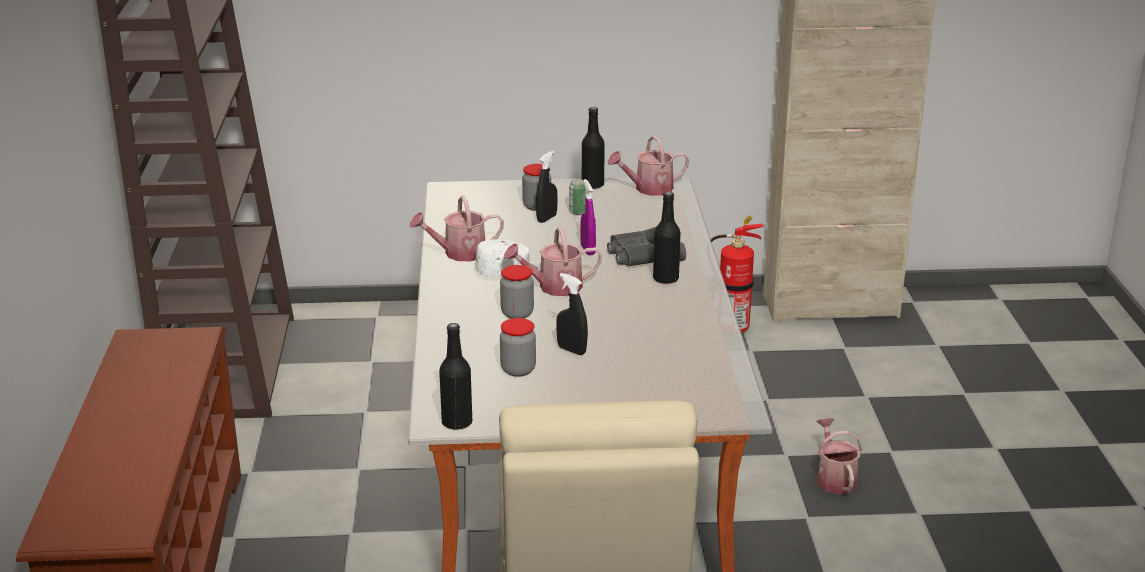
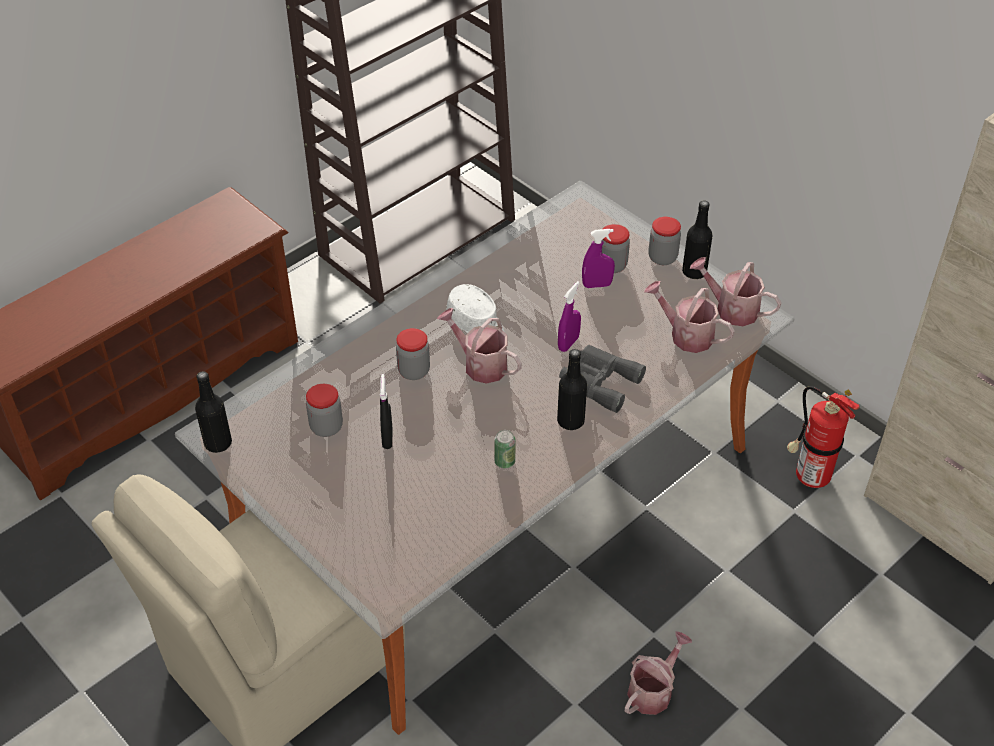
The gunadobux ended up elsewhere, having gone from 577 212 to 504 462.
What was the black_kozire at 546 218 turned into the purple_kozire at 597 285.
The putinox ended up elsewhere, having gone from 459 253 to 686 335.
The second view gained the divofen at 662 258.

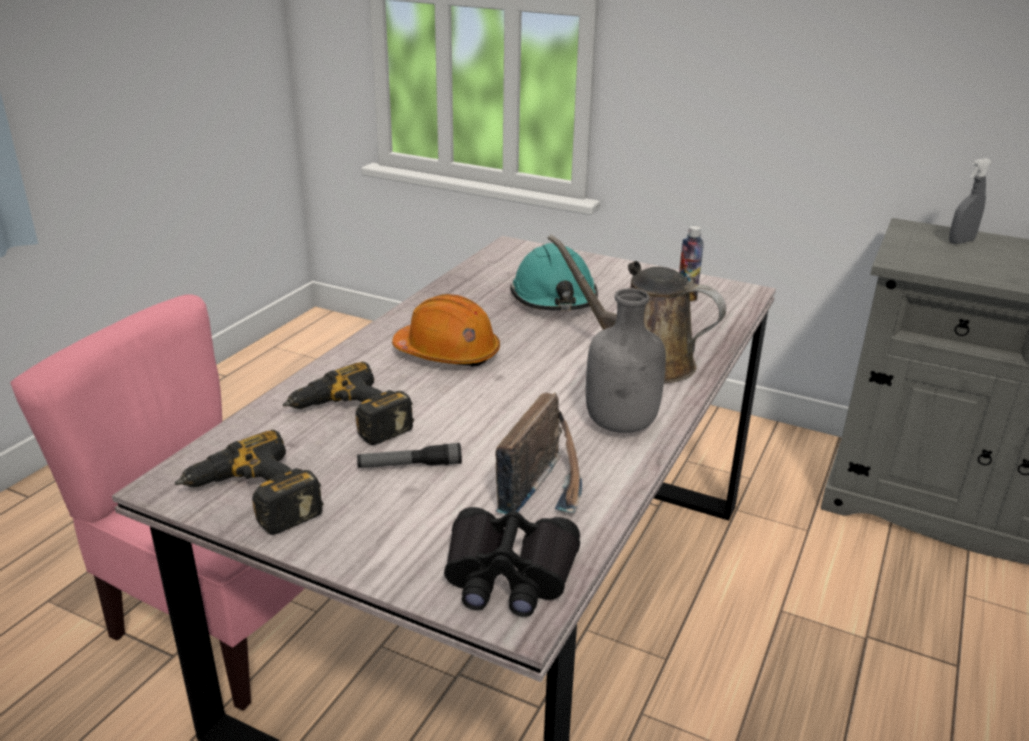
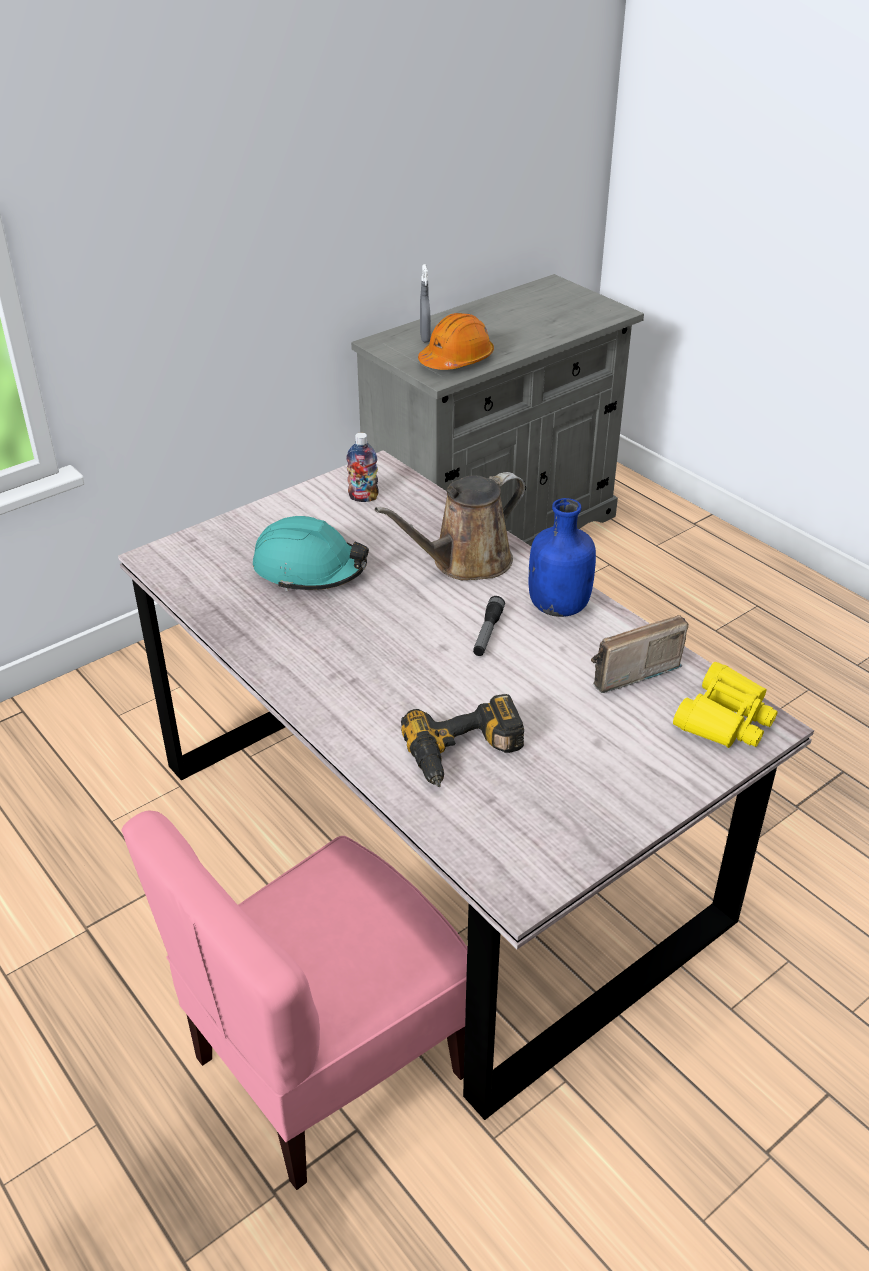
The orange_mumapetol ended up elsewhere, having gone from 447 353 to 456 360.
The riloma ended up elsewhere, having gone from 409 465 to 487 633.
What was the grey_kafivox at 622 424 turned into the blue_kafivox at 559 606.
The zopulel at 546 486 ended up facing another way, 75 degrees counterclockwise from before.
What was the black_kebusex at 508 575 turned into the yellow_kebusex at 725 719.
The second view lost the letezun at 251 499.

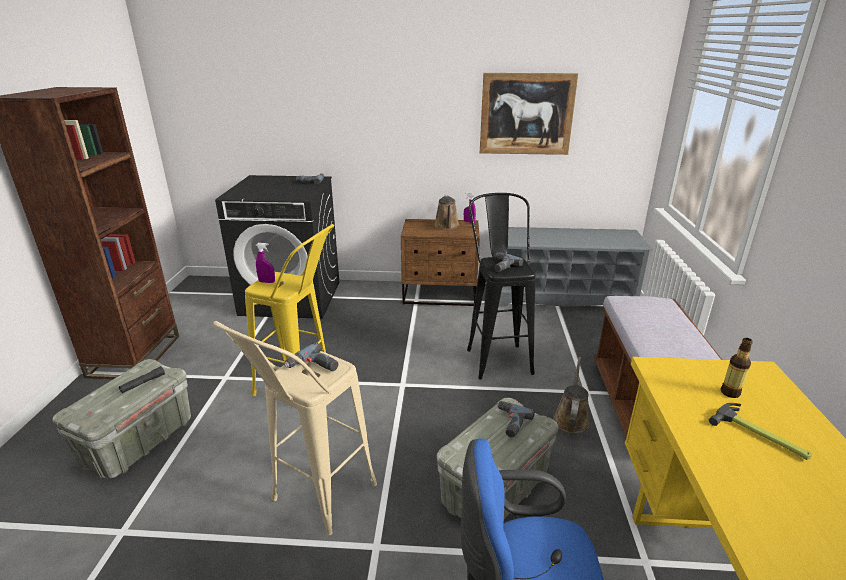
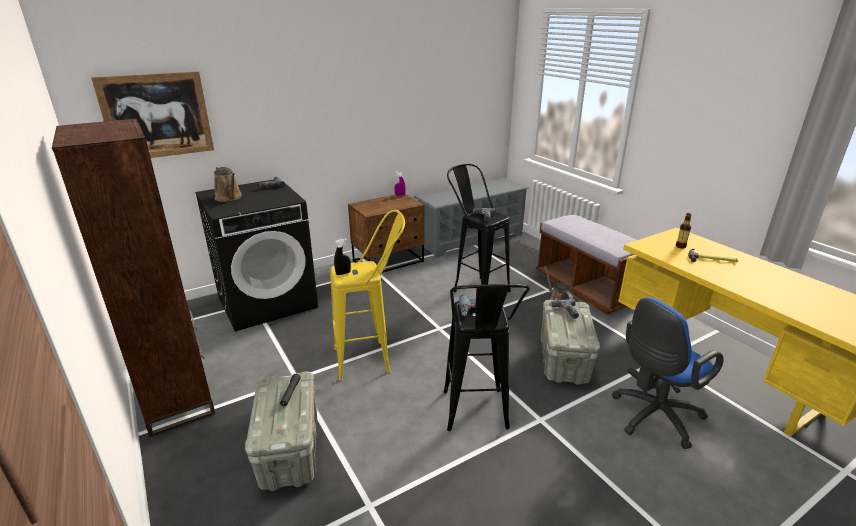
The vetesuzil ended up elsewhere, having gone from 526 114 to 157 116.
The brown_putinox ended up elsewhere, having gone from 447 226 to 229 198.
What was the purple_kozire at 267 282 turned into the black_kozire at 343 273.
What was the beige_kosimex at 314 503 turned into the black_kosimex at 476 418.

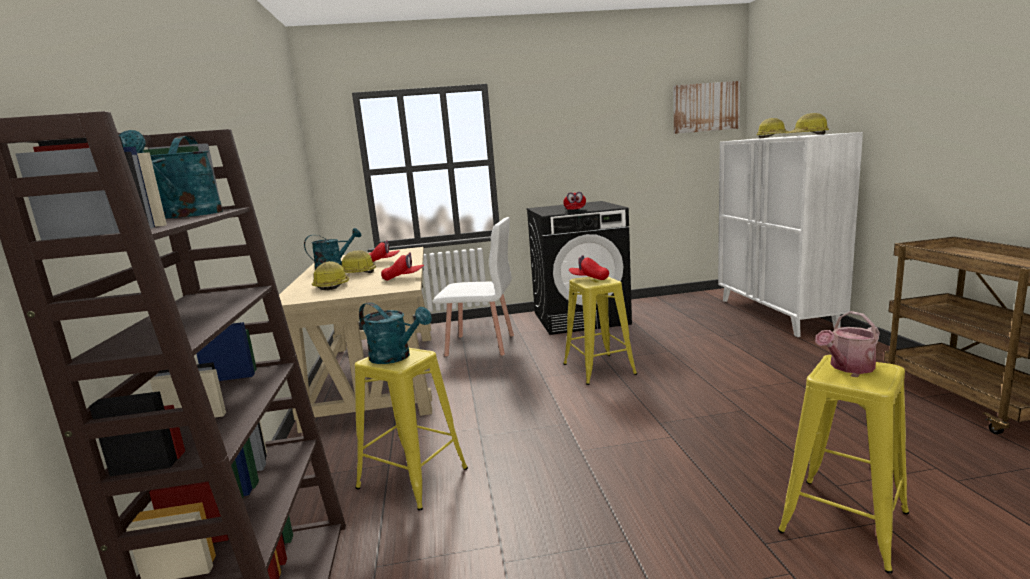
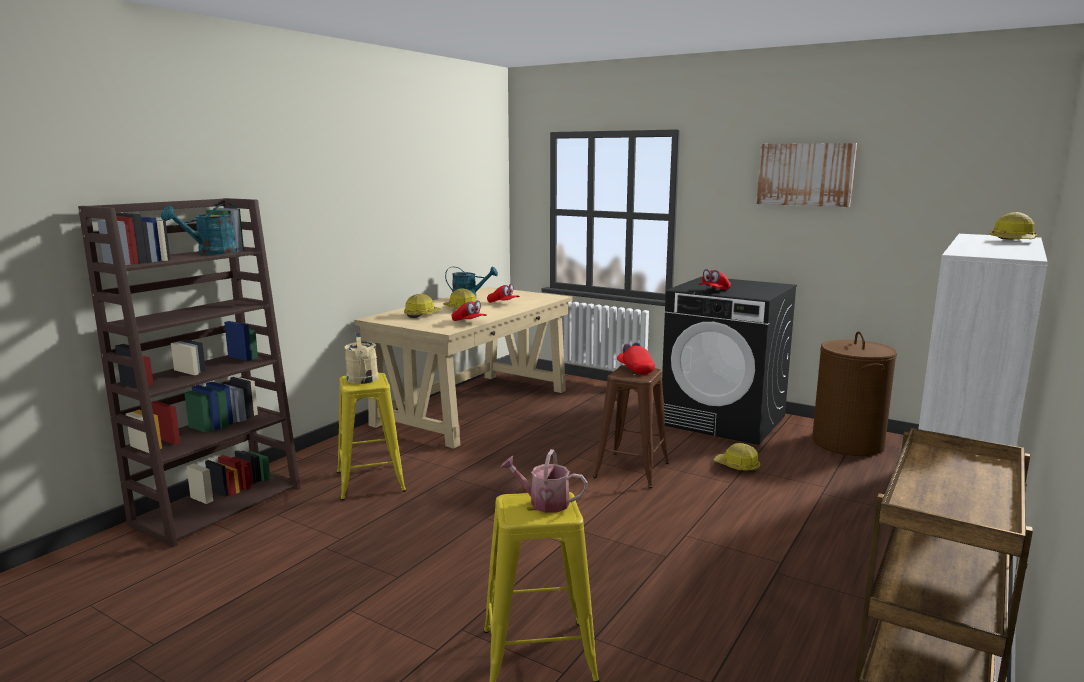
What was the turquoise_putinox at 396 357 turned into the beige_putinox at 363 381.
What was the yellow_kosimex at 598 369 turned into the brown_kosimex at 631 470.
The mumapetol ended up elsewhere, having gone from 807 135 to 737 466.
The vetesuzil ended up elsewhere, having gone from 705 107 to 805 174.
The second view gained the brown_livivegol at 848 443.
The second view lost the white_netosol at 481 345.

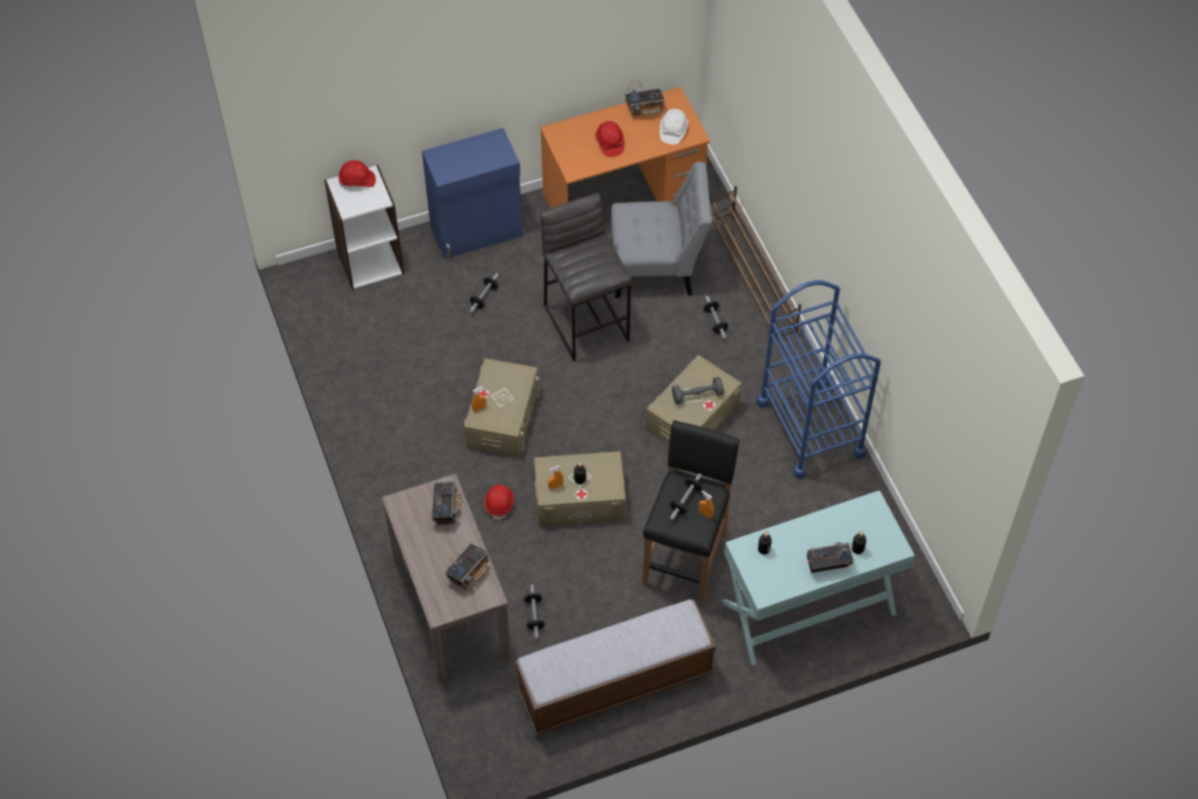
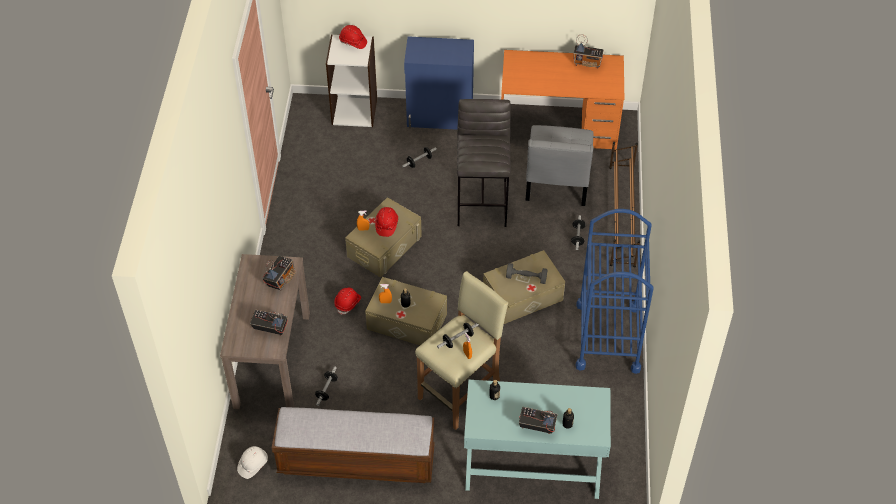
The white_mumapetol ended up elsewhere, having gone from 673 131 to 252 465.
The zopulel at 469 573 ended up facing another way, 135 degrees counterclockwise from before.
The red_mumapetol ended up elsewhere, having gone from 609 143 to 386 225.
What was the black_kosimex at 686 557 turned into the beige_kosimex at 461 393.
The grey_netosol at 658 267 ended up facing another way, 75 degrees clockwise from before.

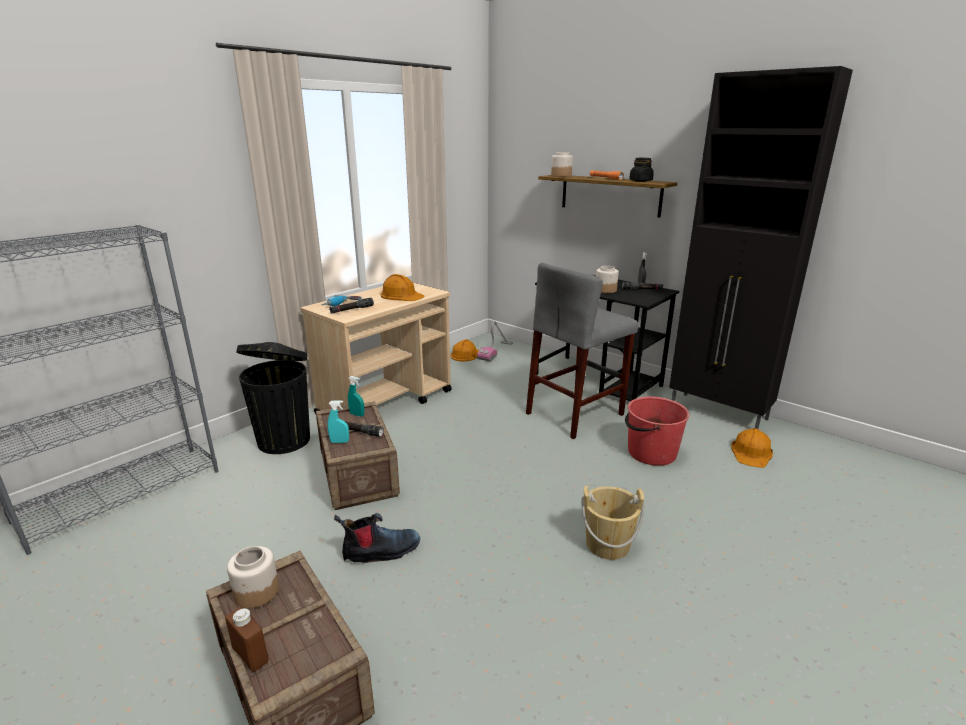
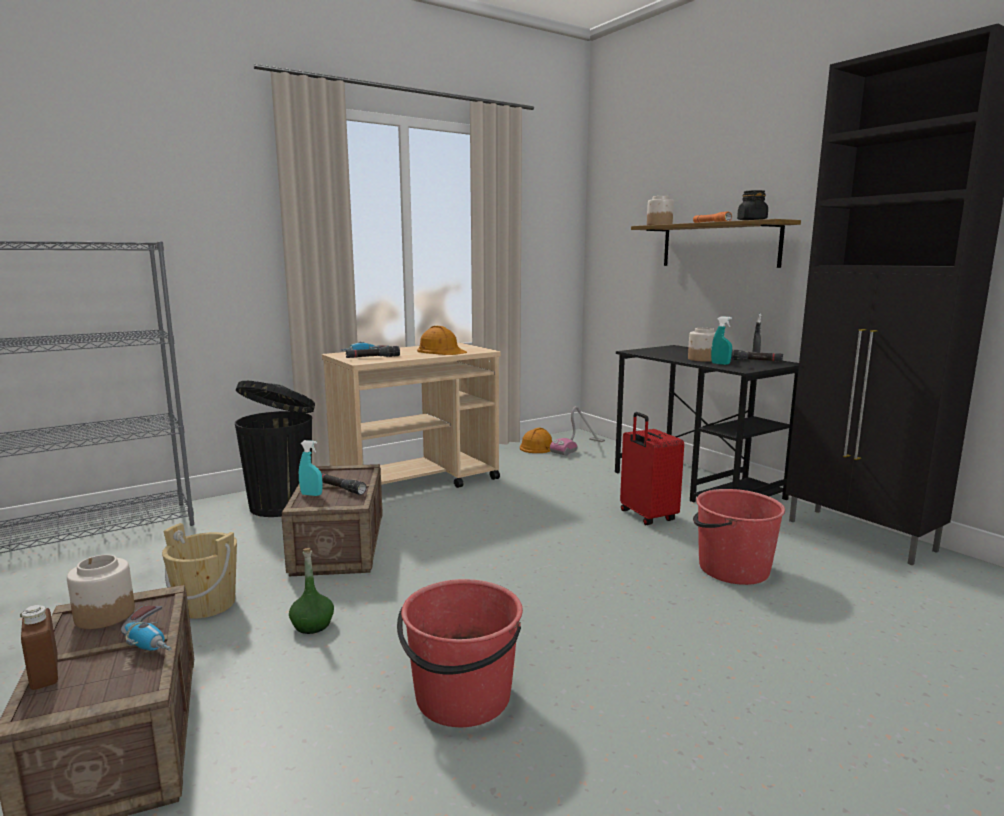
The second view gained the letezun at 154 639.
The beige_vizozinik ended up elsewhere, having gone from 607 544 to 206 604.
Where the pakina stood at 381 552, the green_kafivox came to stand at 312 625.
The second view gained the red_vizozinik at 462 697.
Where the grey_kosimex stood at 575 414, the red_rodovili came to stand at 646 516.
The turquoise_kozire ended up elsewhere, having gone from 357 414 to 720 364.
The second view lost the orange_mumapetol at 751 452.

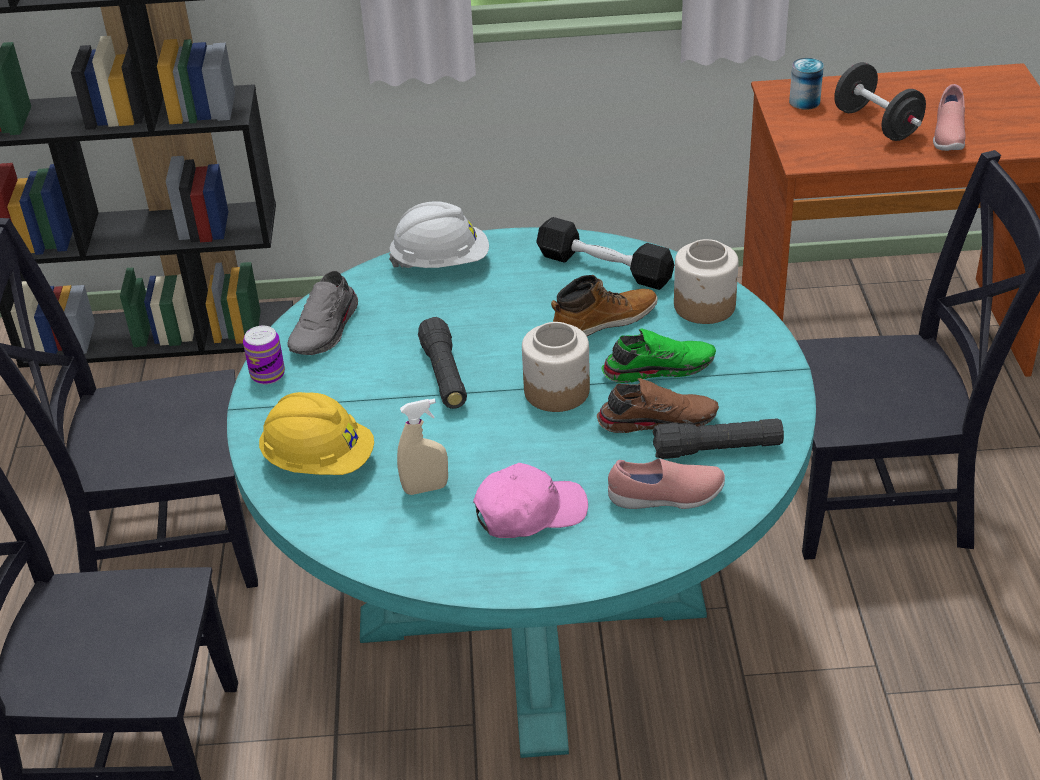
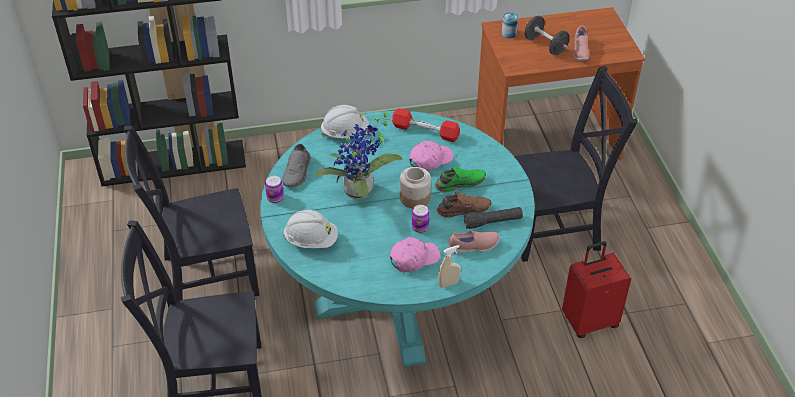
What was the yellow_mumapetol at 319 461 turned into the white_mumapetol at 311 240.
Where the black_riloma stood at 444 375, the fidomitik came to stand at 360 193.
What was the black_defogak at 604 268 turned into the red_defogak at 425 131.
Where the pakina stood at 603 321, the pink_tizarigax came to stand at 430 160.
The second view gained the gunadobux at 420 227.
The beige_kozire ended up elsewhere, having gone from 425 488 to 448 283.
The second view gained the red_rodovili at 589 321.
The second view lost the divofen at 705 305.

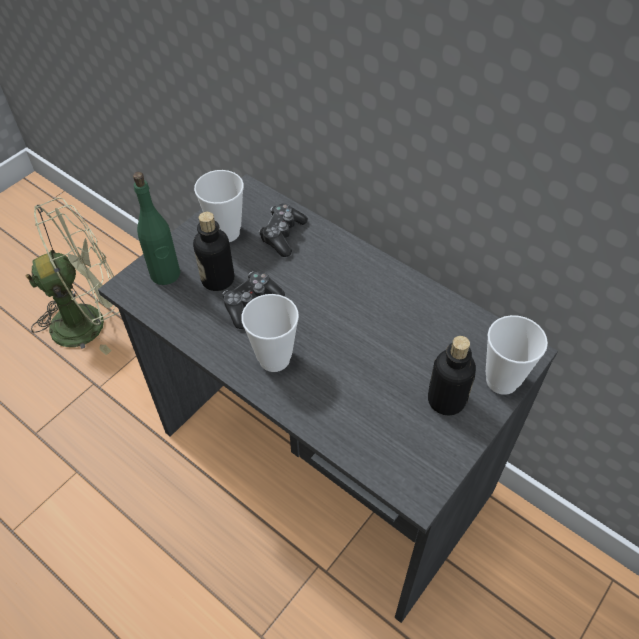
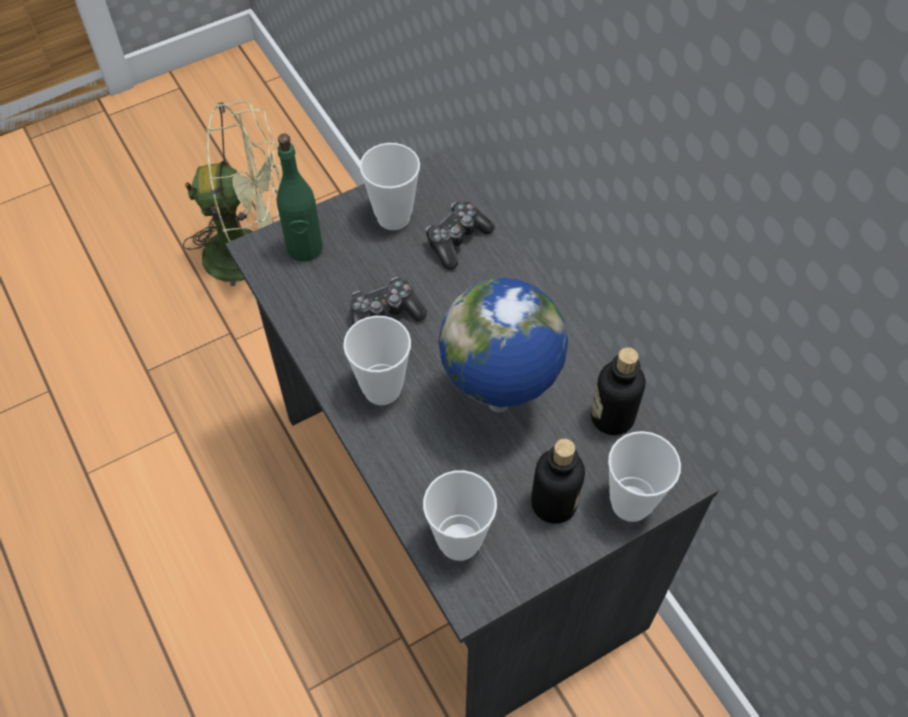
The second view gained the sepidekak at 459 541.
The second view gained the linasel at 500 406.
The kafivox ended up elsewhere, having gone from 218 279 to 612 417.

